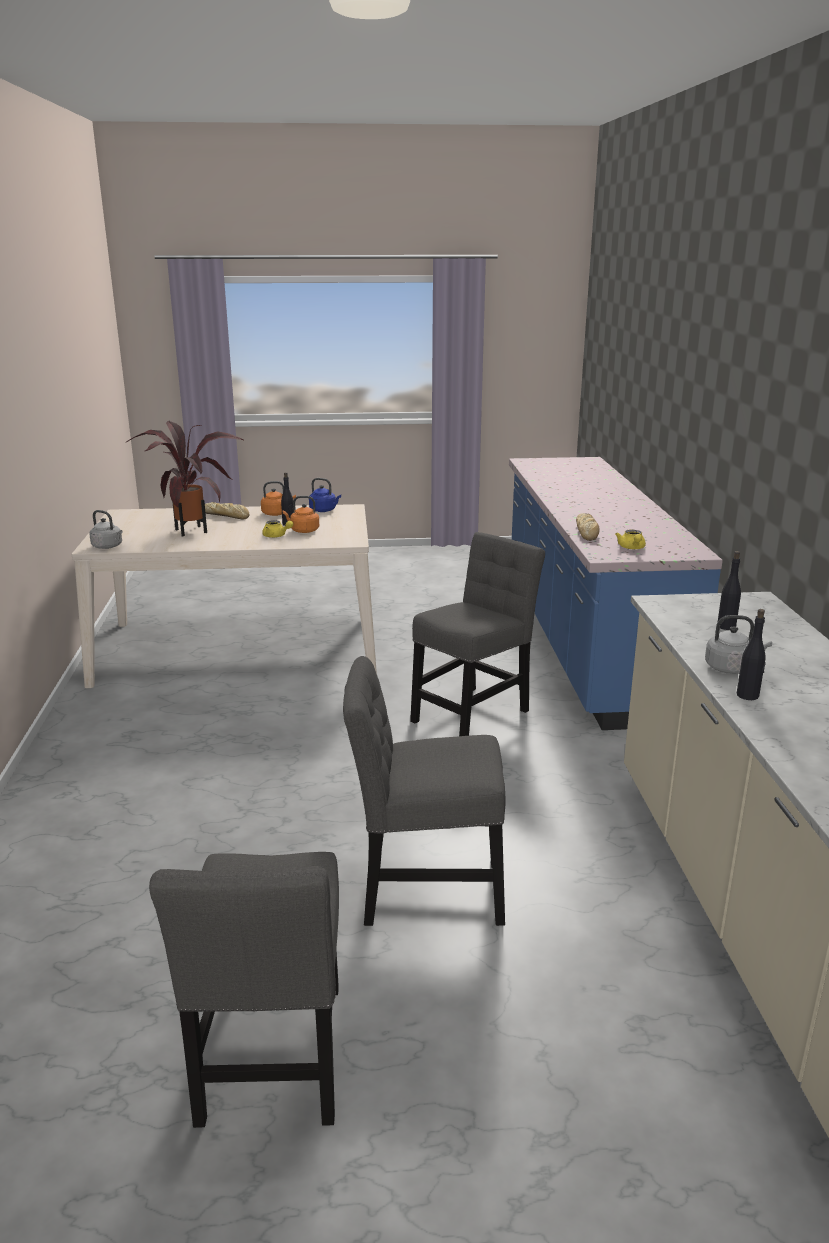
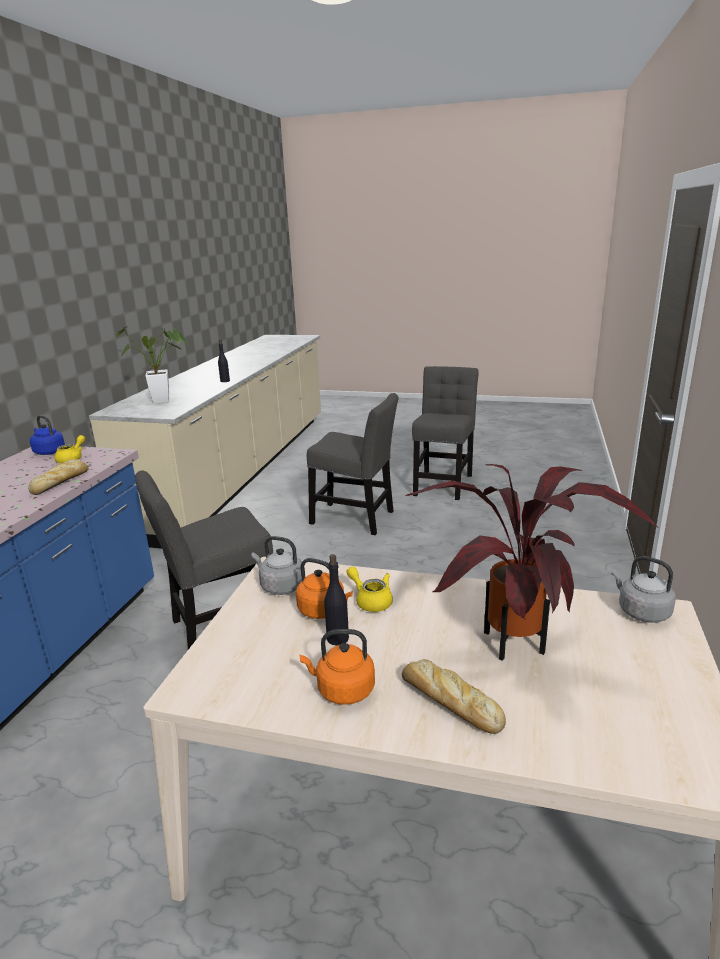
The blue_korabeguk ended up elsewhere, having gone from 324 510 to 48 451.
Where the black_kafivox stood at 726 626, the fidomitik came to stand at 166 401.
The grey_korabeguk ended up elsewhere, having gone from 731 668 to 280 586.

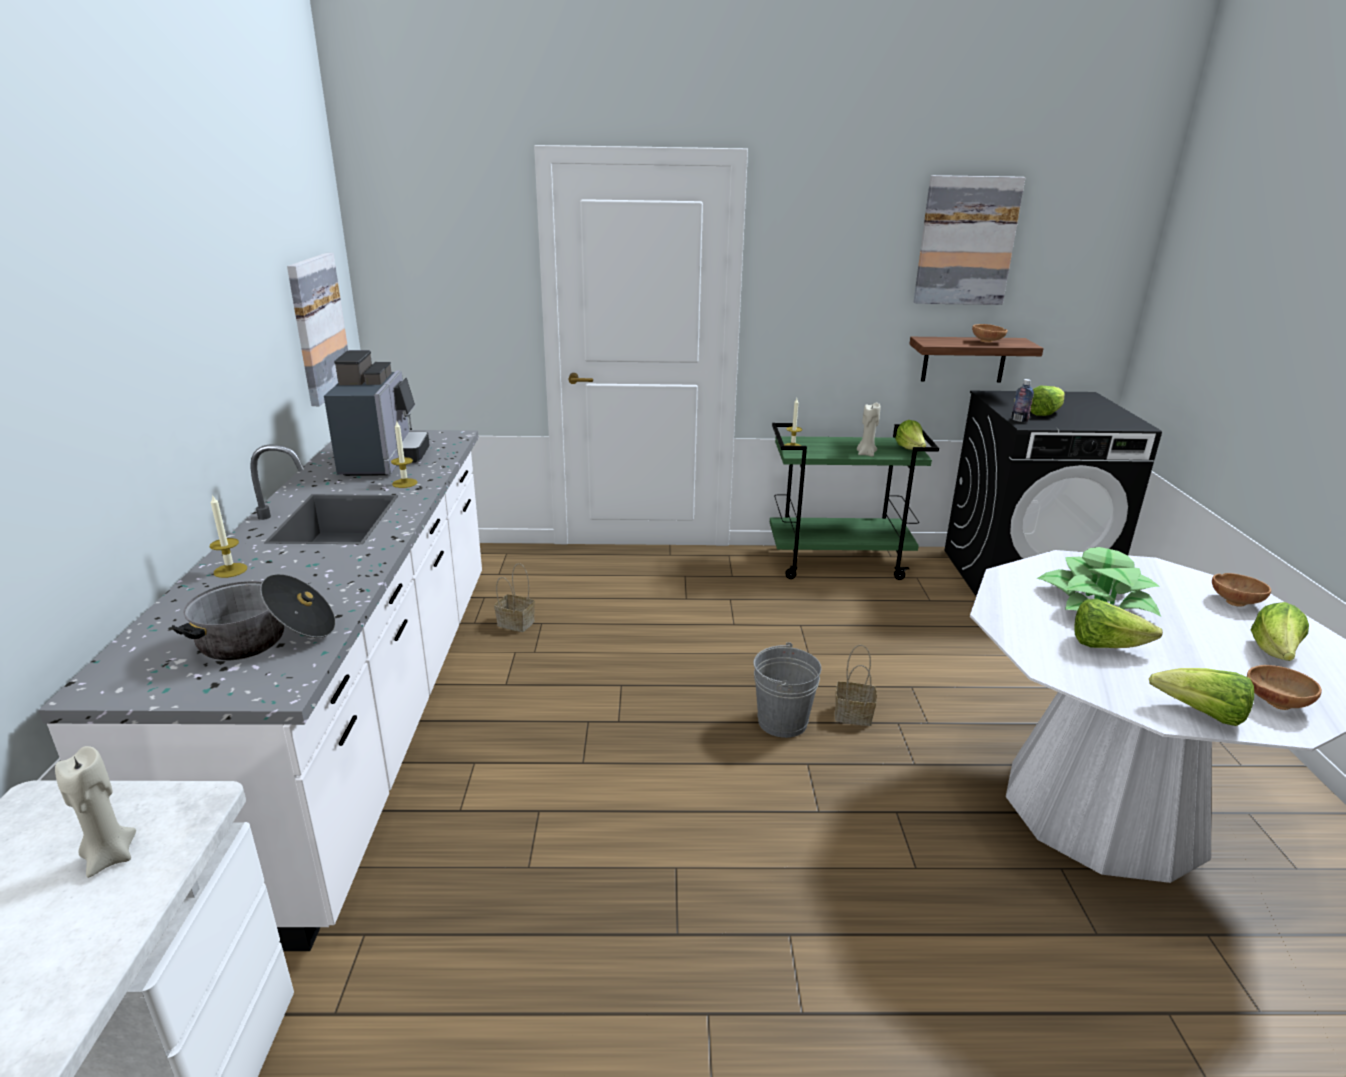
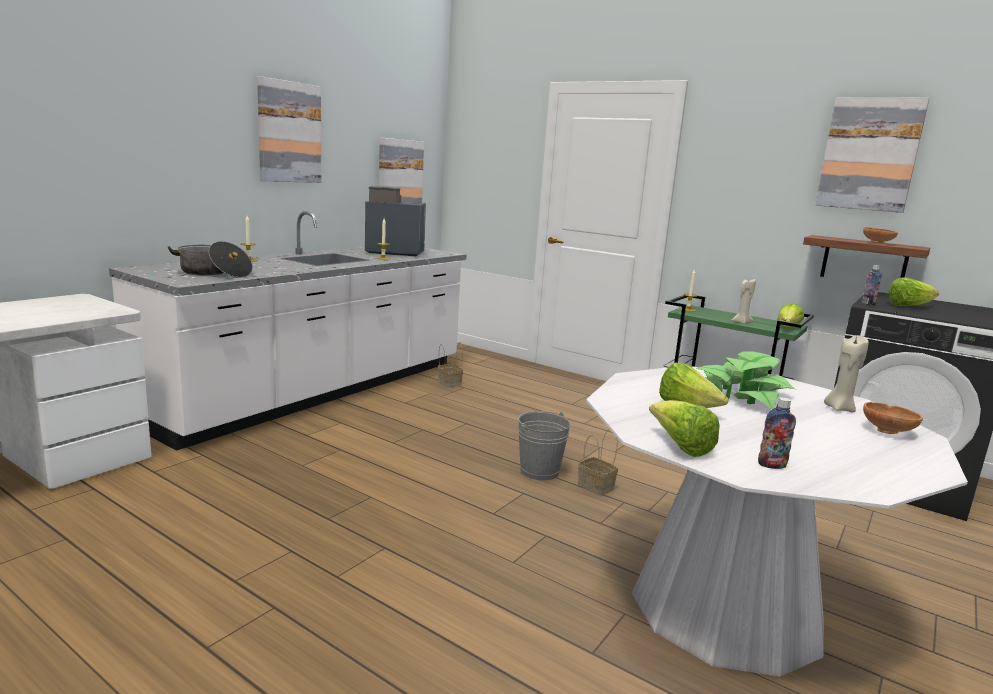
The second view gained the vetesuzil at 289 132.
The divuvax at 383 460 ended up facing another way, 120 degrees counterclockwise from before.
Where the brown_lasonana stood at 1274 701, the kafivox came to stand at 772 465.
The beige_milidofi ended up elsewhere, having gone from 109 857 to 839 408.
The second view lost the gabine at 1274 653.

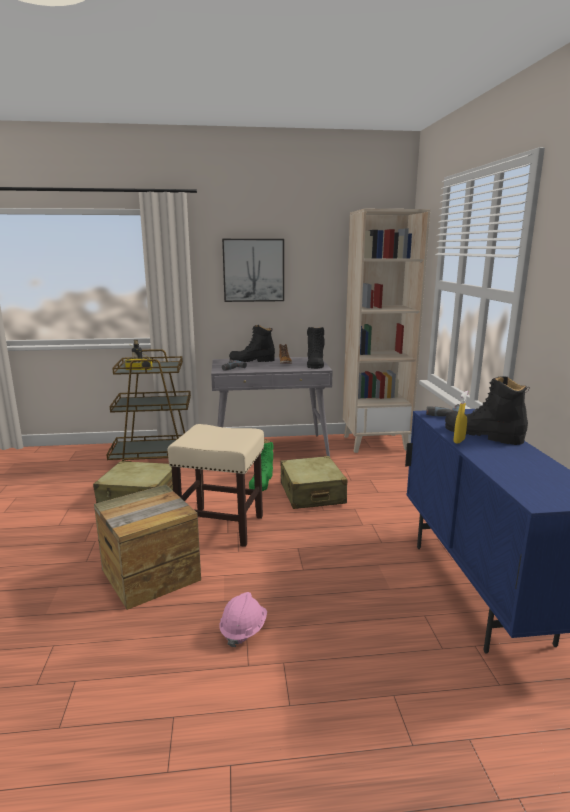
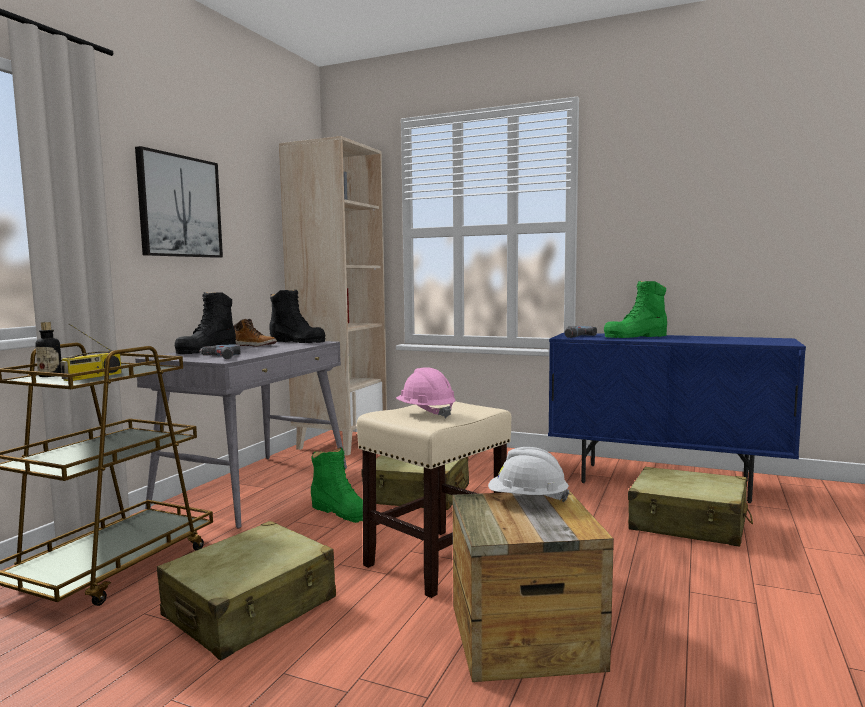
The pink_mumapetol ended up elsewhere, having gone from 243 629 to 425 413.
The second view gained the white_mumapetol at 527 500.
What was the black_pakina at 482 434 turned into the green_pakina at 636 336.
The second view gained the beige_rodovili at 688 524.
The second view lost the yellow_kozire at 459 441.

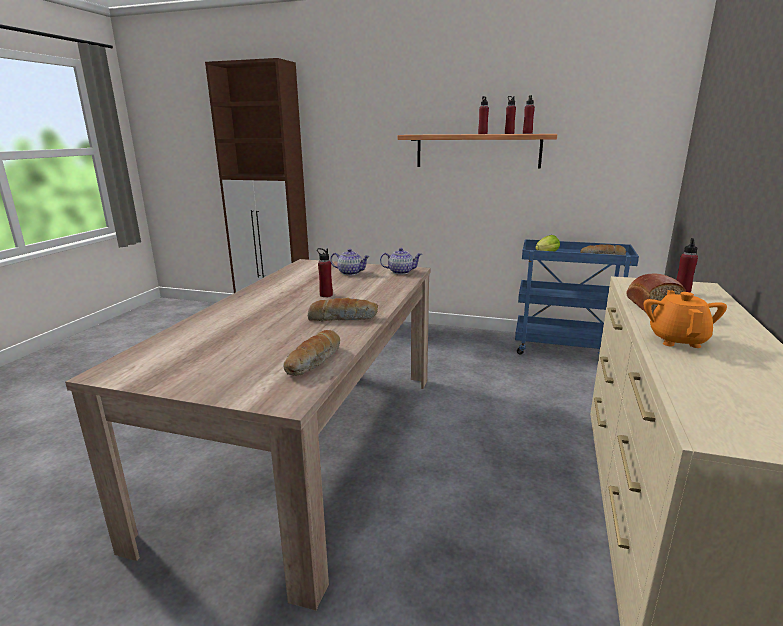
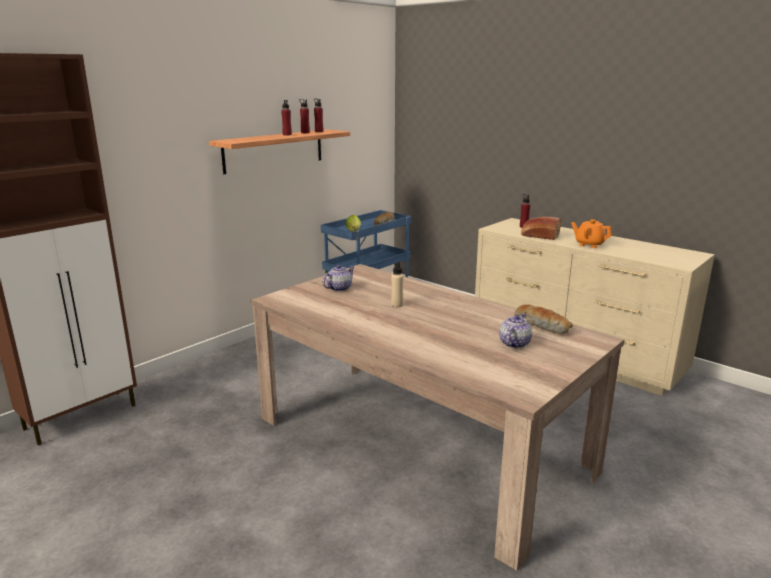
What was the red_kafivox at 326 295 turned into the beige_kafivox at 397 305.
The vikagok ended up elsewhere, having gone from 400 272 to 514 344.
The second view lost the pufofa at 343 318.

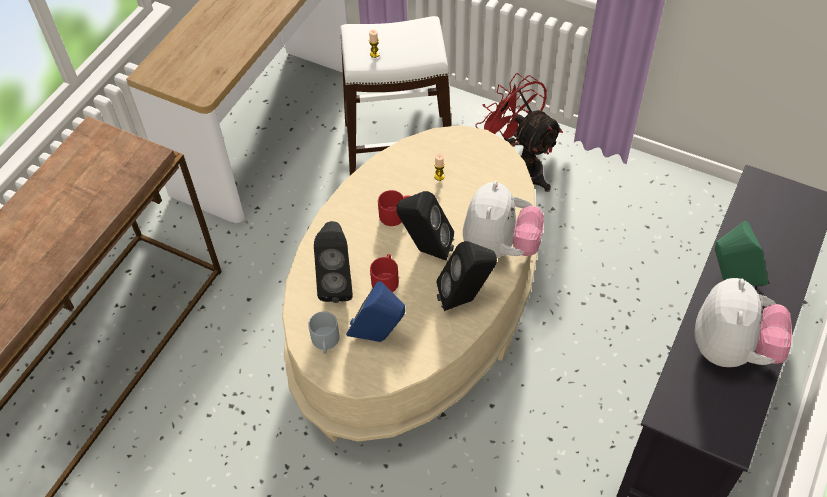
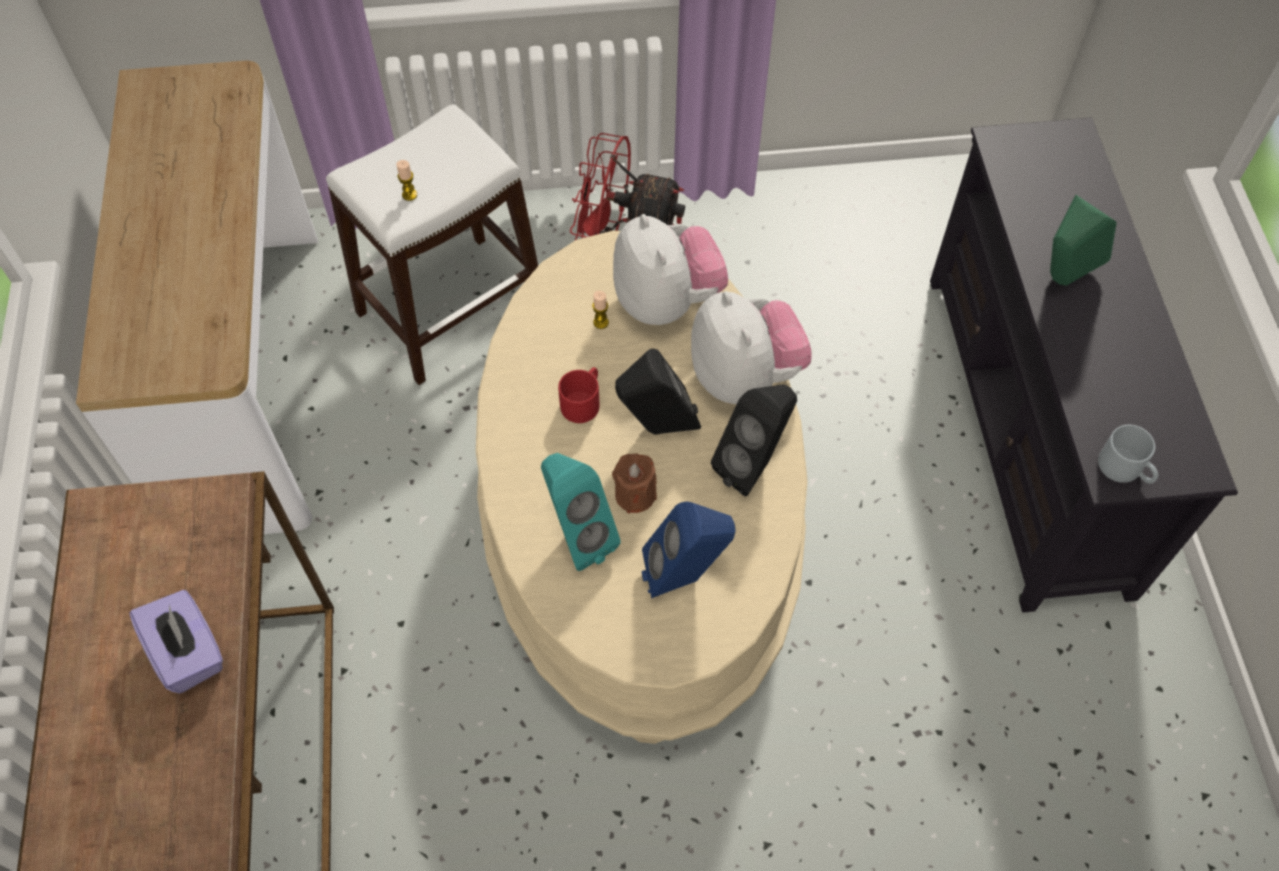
The second view gained the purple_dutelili at 189 652.
What was the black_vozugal at 337 283 turned into the turquoise_vozugal at 577 536.
Where the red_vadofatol stood at 385 278, the brown_milidofi came to stand at 635 495.
The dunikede ended up elsewhere, having gone from 732 349 to 666 301.
The grey_vadofatol ended up elsewhere, having gone from 326 342 to 1126 469.

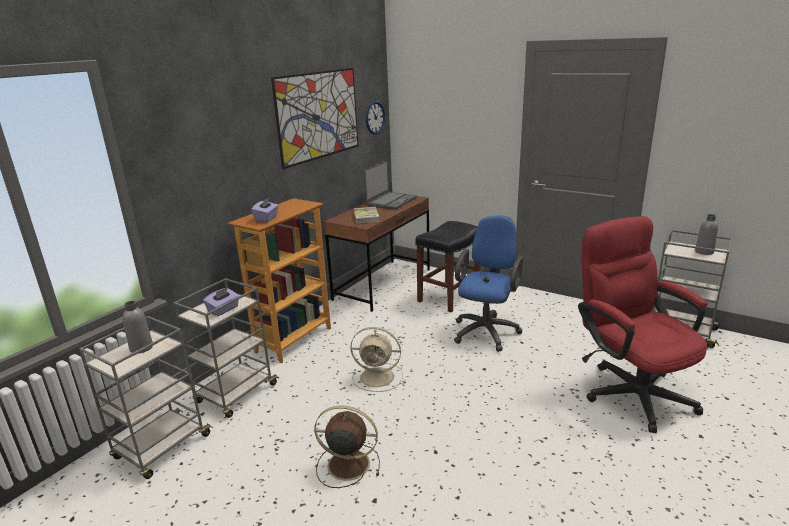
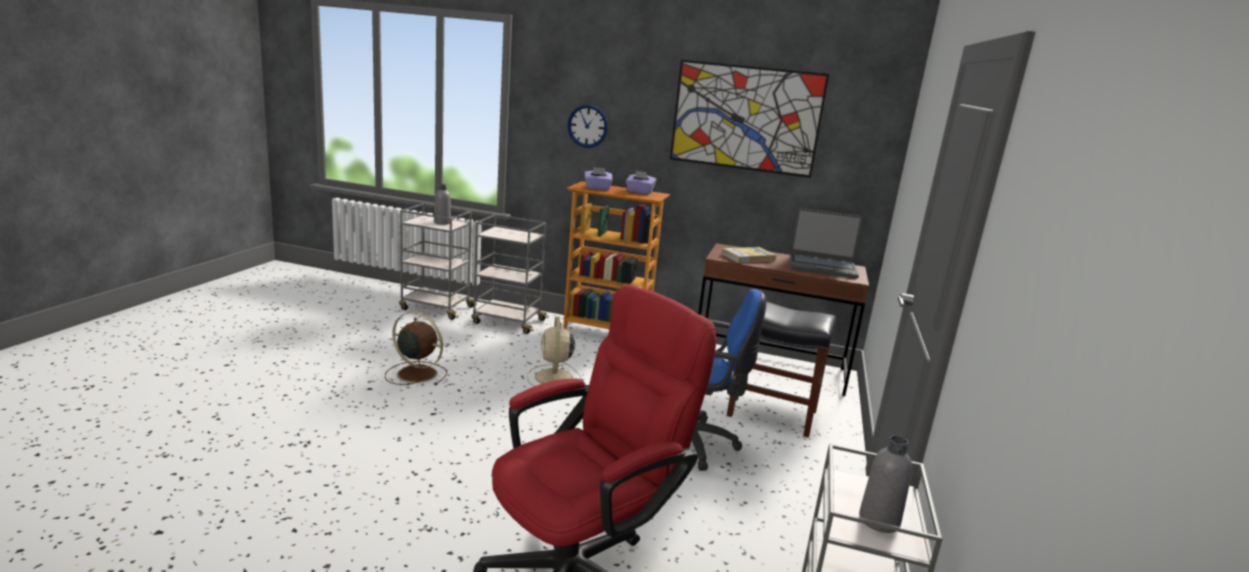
The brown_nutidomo at 346 464 ended up facing another way, 60 degrees counterclockwise from before.
The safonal ended up elsewhere, having gone from 375 118 to 587 126.
The purple_dutelili ended up elsewhere, having gone from 223 310 to 639 192.

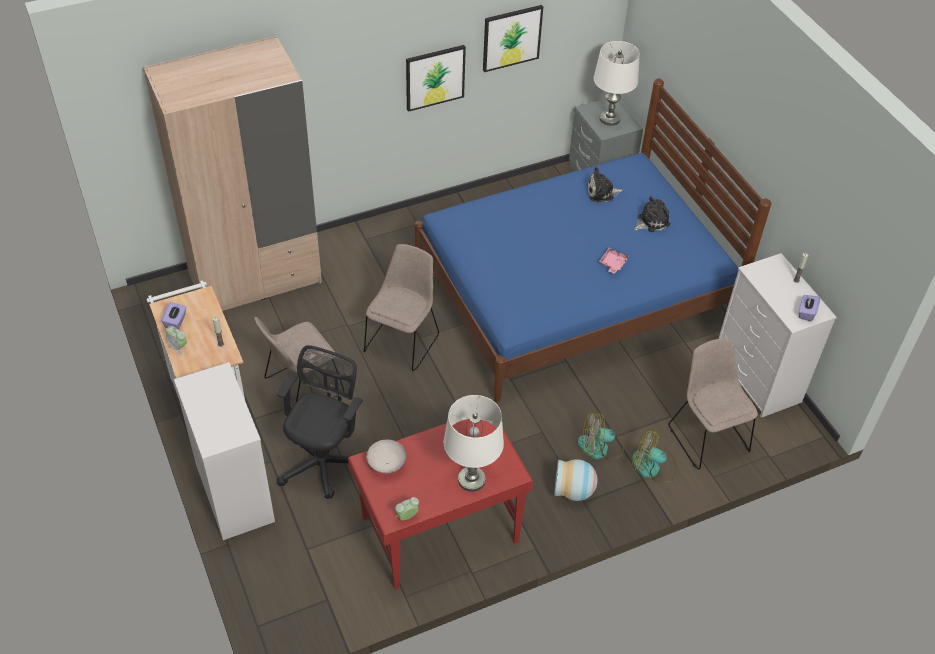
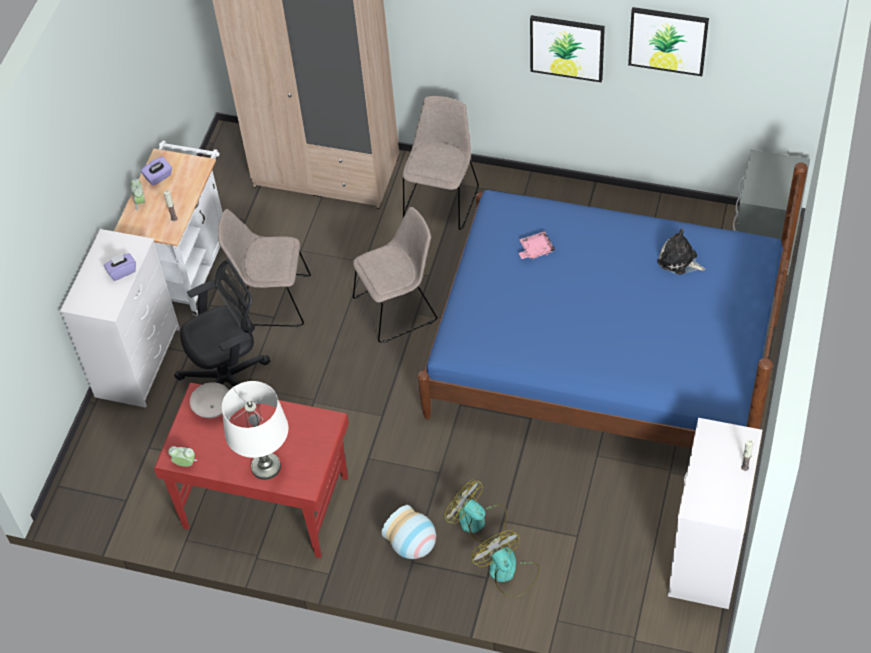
The purple_dutelili ended up elsewhere, having gone from 806 312 to 122 271.
The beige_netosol ended up elsewhere, having gone from 707 436 to 441 200.
The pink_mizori ended up elsewhere, having gone from 612 264 to 535 249.
The second view lost the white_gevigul at 609 119.
The second view lost the dunikede at 651 221.

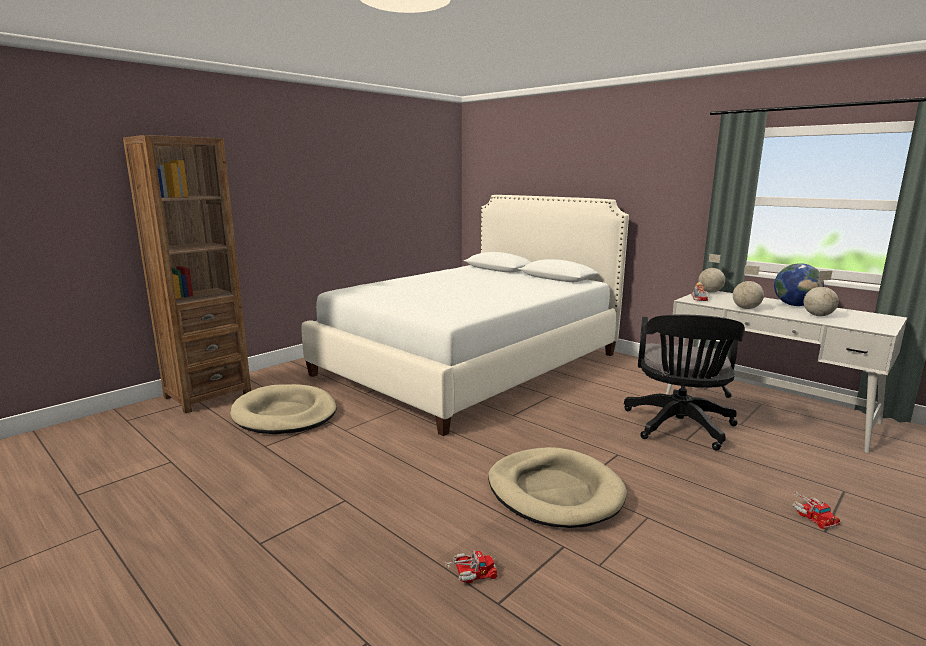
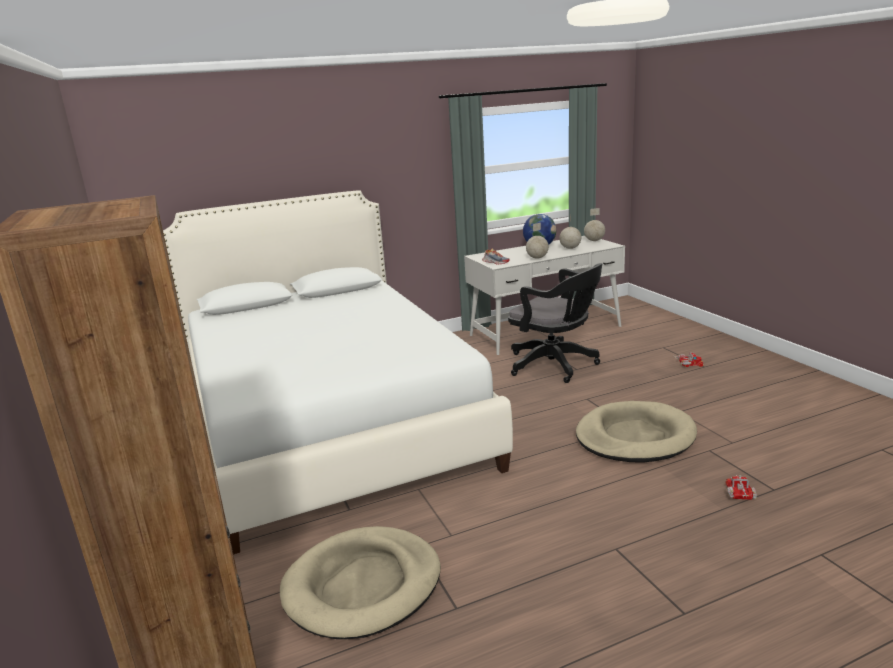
The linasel ended up elsewhere, having gone from 710 292 to 594 240.

